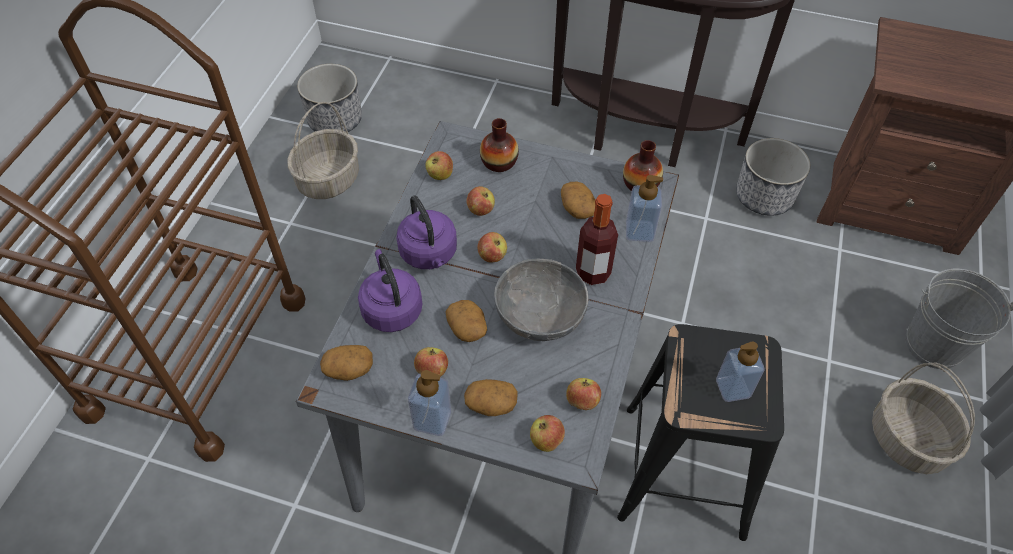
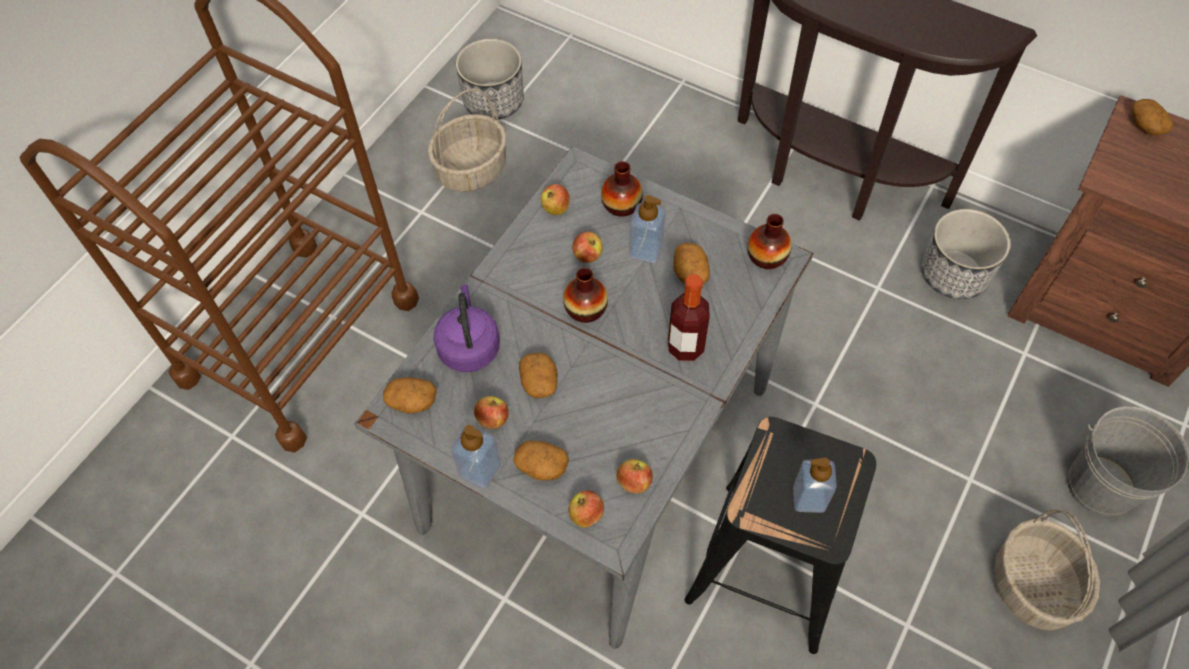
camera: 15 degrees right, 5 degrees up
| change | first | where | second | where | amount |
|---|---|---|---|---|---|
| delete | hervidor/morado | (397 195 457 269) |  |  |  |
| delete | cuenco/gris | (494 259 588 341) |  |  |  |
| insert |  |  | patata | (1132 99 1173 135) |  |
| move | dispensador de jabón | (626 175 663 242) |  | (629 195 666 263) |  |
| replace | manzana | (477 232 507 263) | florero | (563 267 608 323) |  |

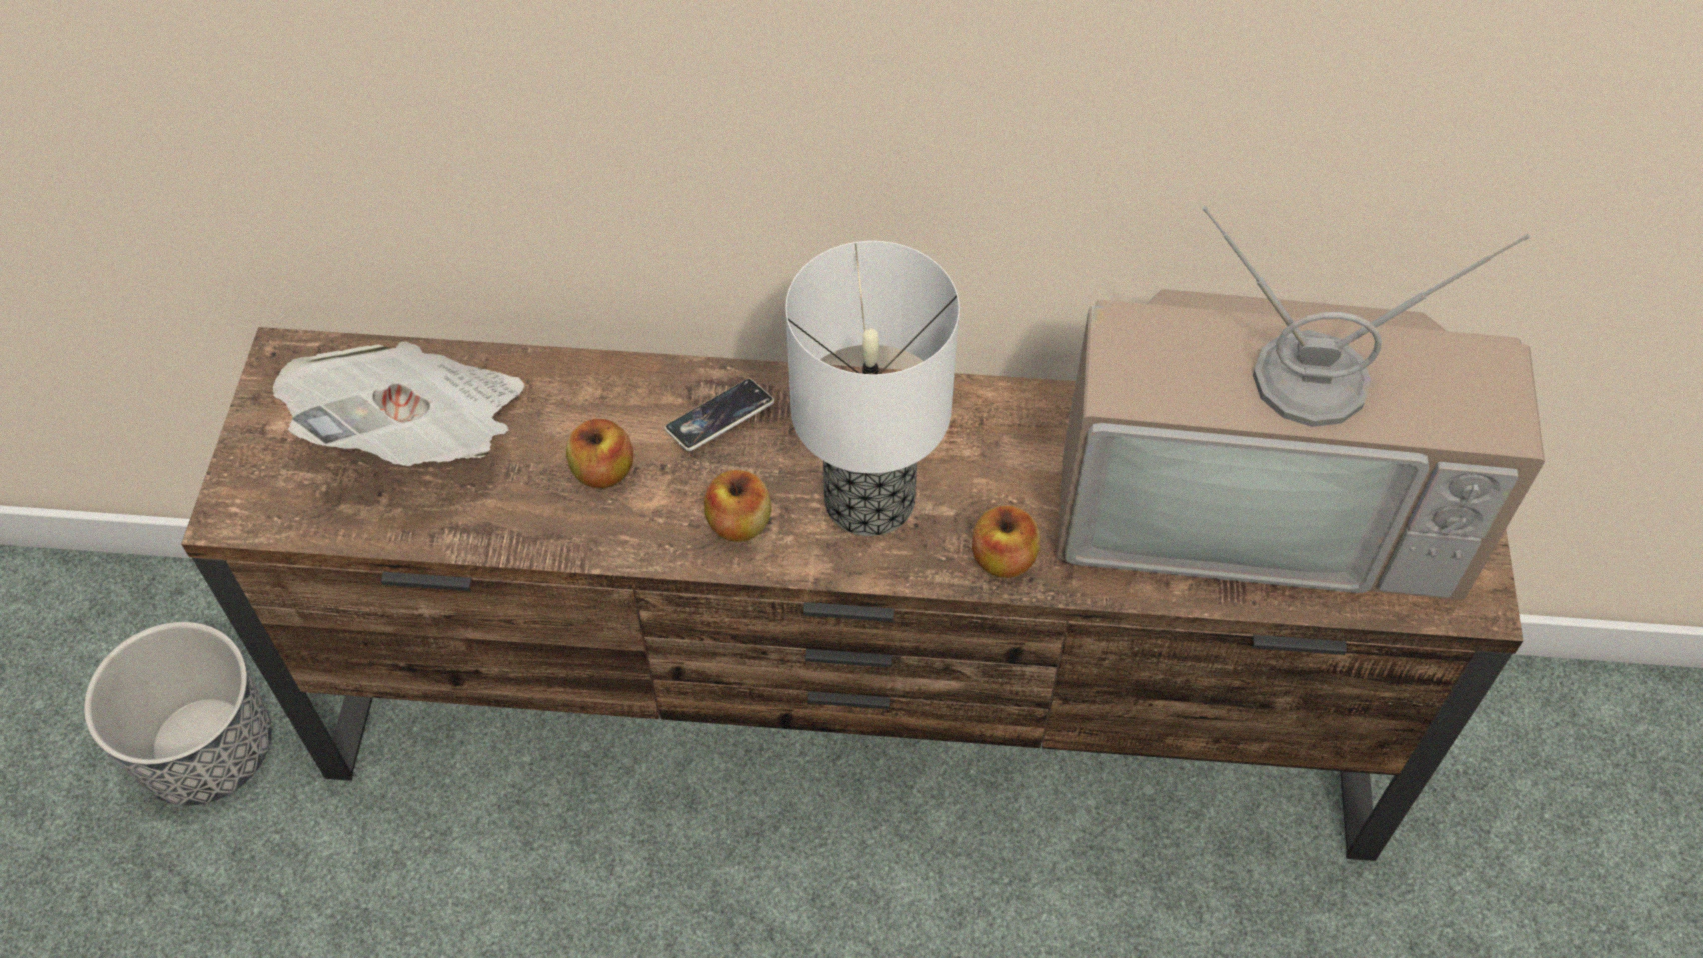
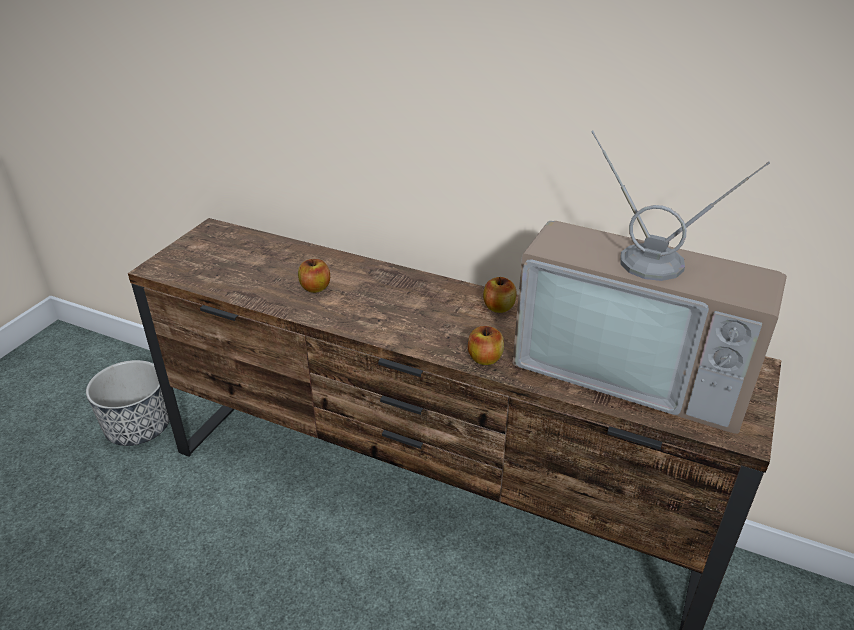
camera: 20 degrees right, 20 degrees down
| change | first | where | second | where | amount |
|---|---|---|---|---|---|
| delete | periódico | (272 341 524 466) |  |  |  |
| delete | móvil | (665 379 774 451) |  |  |  |
| delete | lámpara de mesa | (786 241 960 536) |  |  |  |
| move | manzana | (704 470 772 542) |  | (483 277 517 313) |  |

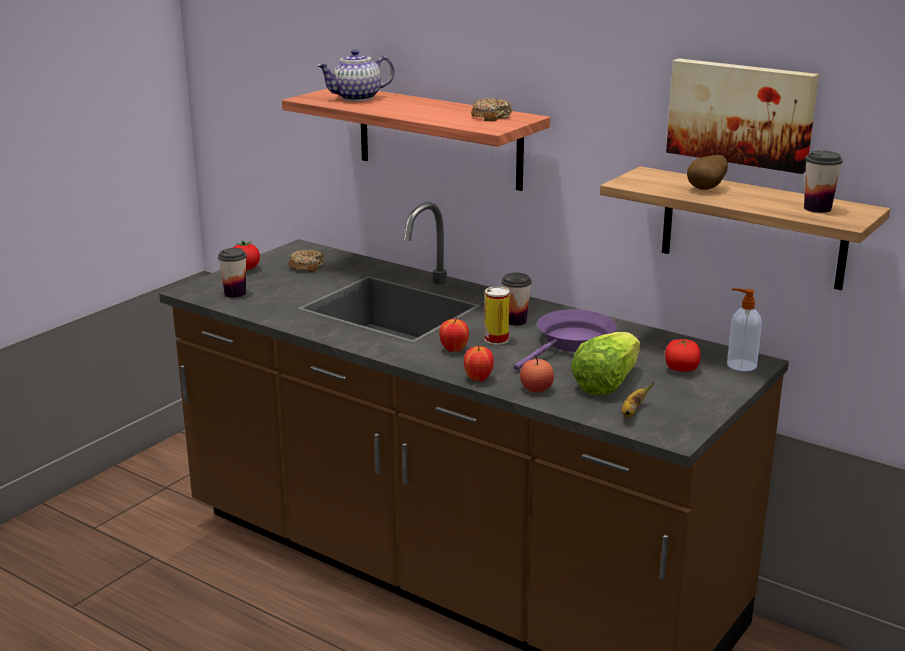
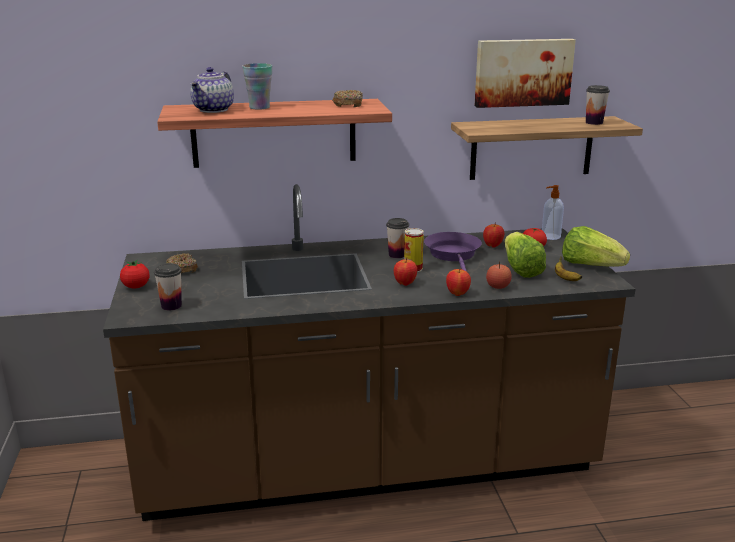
camera: 45 degrees left, 0 degrees up
| change | first | where | second | where | amount |
|---|---|---|---|---|---|
| delete | patata | (687 155 728 190) |  |  |  |
| insert |  |  | taza | (242 63 272 110) |  |
| insert |  |  | manzana | (483 222 504 248) |  |
| insert |  |  | lechuga | (562 226 630 267) |  |

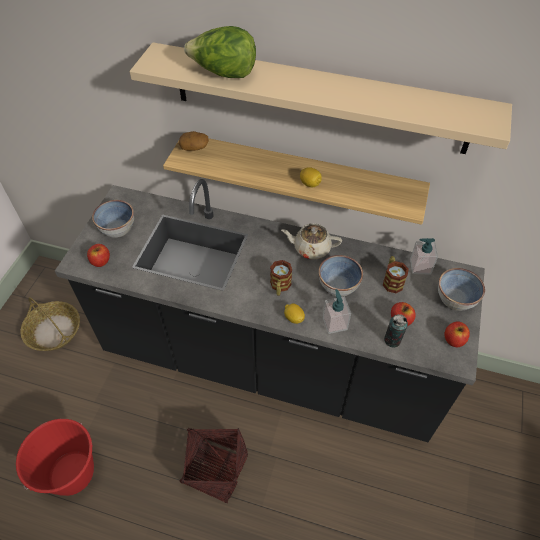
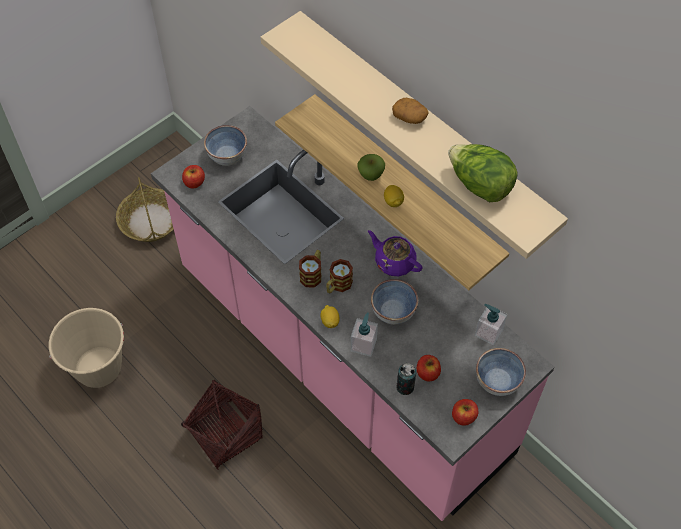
camera: 30 degrees right, 5 degrees up
| change | first | where | second | where | amount |
|---|---|---|---|---|---|
| insert |  |  | manzana | (358 154 385 181) |  |
| move | patata | (179 131 209 151) |  | (392 98 429 124) |  |
| move | lechuga | (184 26 256 78) |  | (448 144 518 202) |  |
| move | taza grande | (383 256 409 293) |  | (299 250 321 287) |  |
| recolor | cubo/rojo | (16 419 94 496) | cubo/beis | (49 308 124 388) |  |
| recolor | mueble bajo de cocina/negro | (55 179 485 442) | mueble bajo de cocina/rosa | (151 106 555 521) |  |
| recolor | tetera/beis | (281 223 342 259) | tetera/morado | (368 230 423 276) |  |

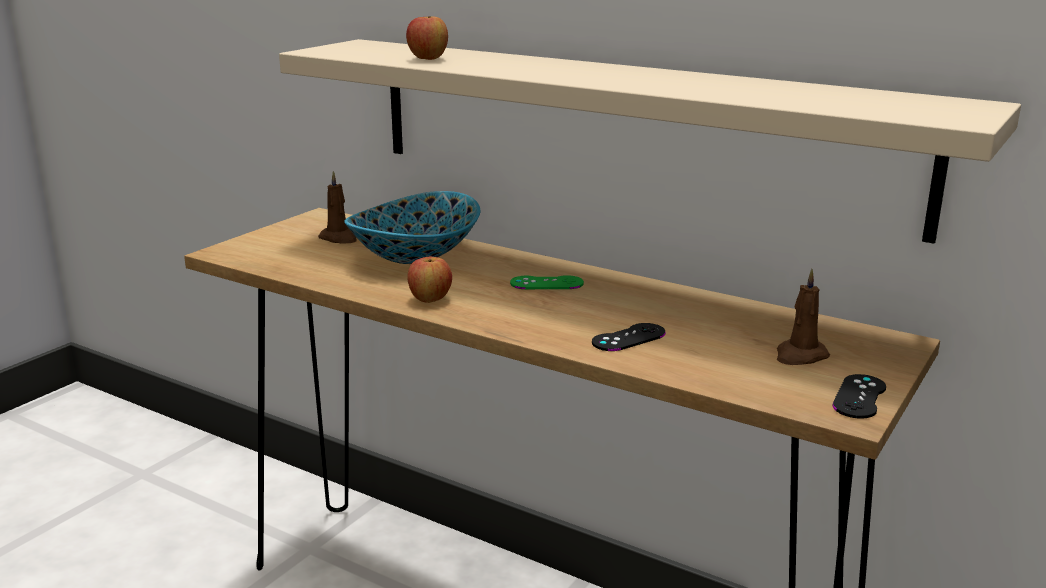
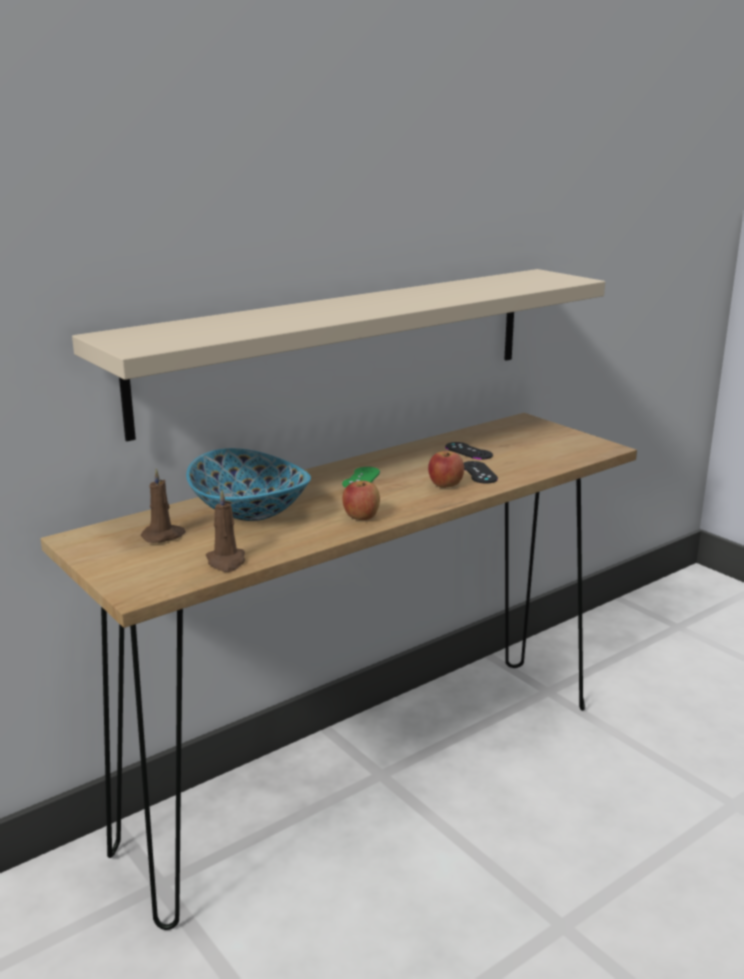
camera: 70 degrees left, 0 degrees up
| change | first | where | second | where | amount |
|---|---|---|---|---|---|
| move | manzana | (406 16 448 60) |  | (428 451 464 488) |  |
| move | vela/marrón | (777 269 830 365) |  | (206 490 245 572) |  |
| move | mando de consola/negro | (833 374 886 419) |  | (445 442 493 460) |  |

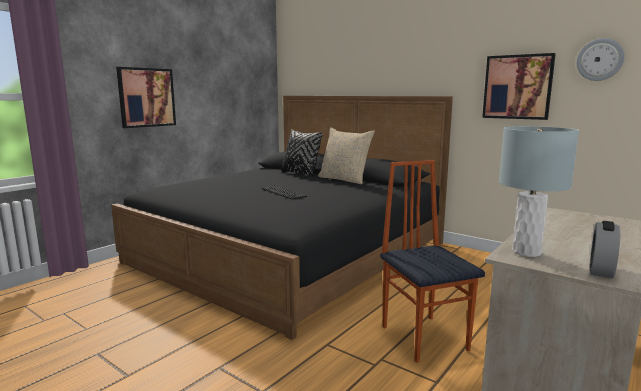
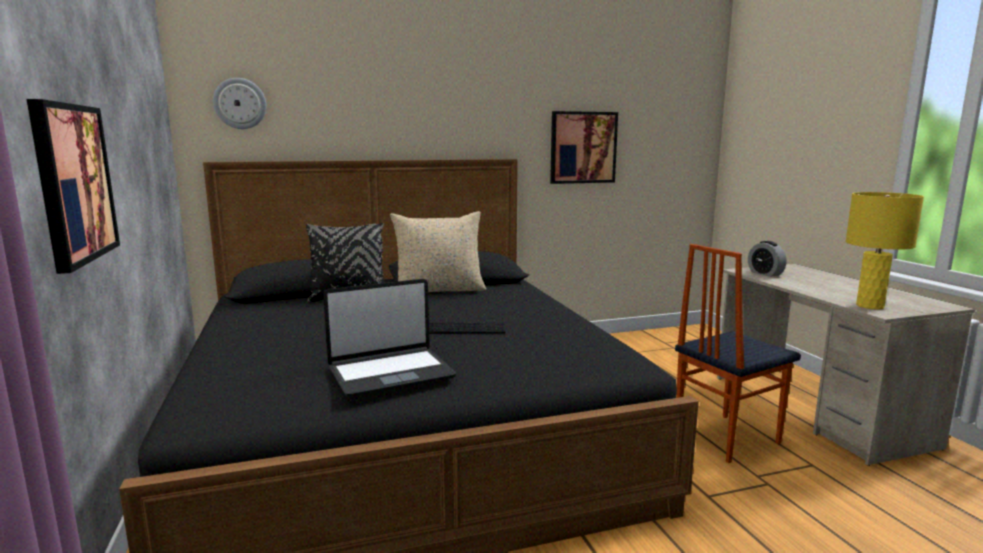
camera: 55 degrees left, 0 degrees up
| change | first | where | second | where | amount |
|---|---|---|---|---|---|
| insert |  |  | portátil | (323 279 456 397) |  |
| move | reloj de pared | (576 38 625 81) |  | (213 78 266 129) |  |
| move | despertador | (590 221 620 279) |  | (748 241 786 277) |  |
| recolor | lámpara de mesa/gris | (499 126 579 257) | lámpara de mesa/amarillo | (845 192 924 310) |  |
| rotate | silla | (380 160 485 363) |  | (675 244 801 463) | 45 degrees counterclockwise |

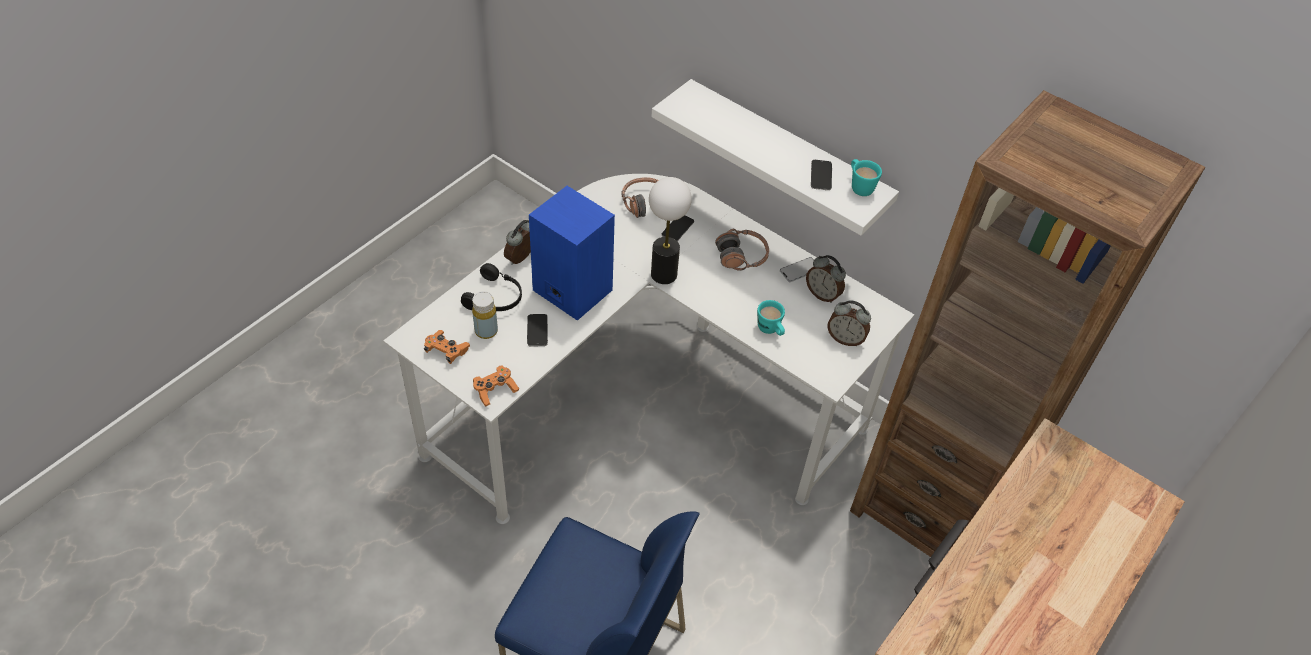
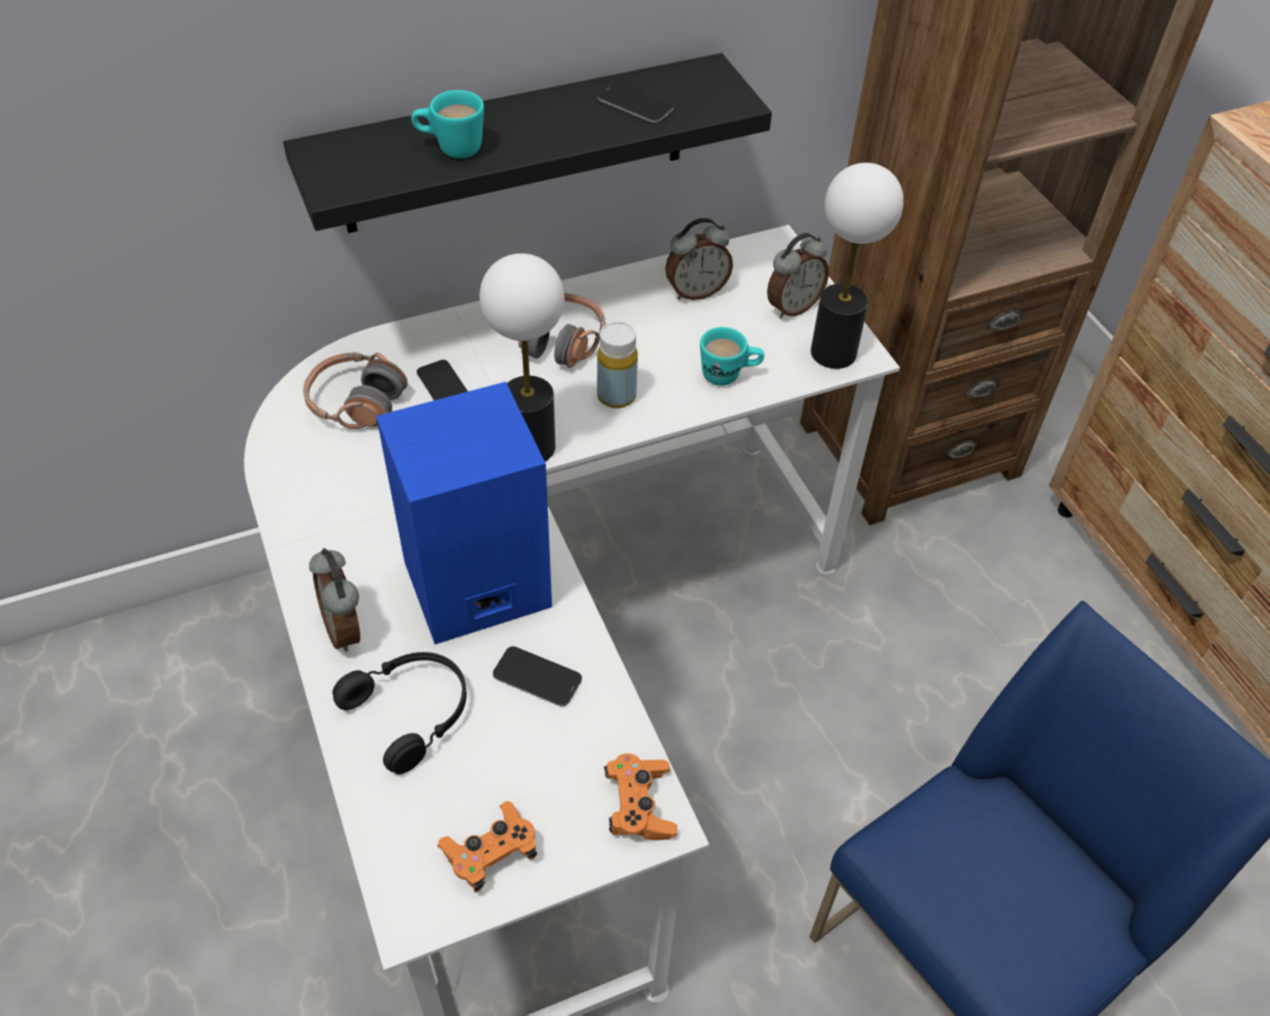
camera: 60 degrees left, 0 degrees up
| change | first | where | second | where | amount |
|---|---|---|---|---|---|
| delete | móvil | (780 257 814 282) |  |  |  |
| insert |  |  | lámpara de mesa | (811 163 904 369) |  |
| move | botella/amarillo | (472 291 498 339) |  | (597 322 638 408) |  |
| move | taza grande/turquesa | (851 159 882 196) |  | (411 90 484 158) |  |
| recolor | estante/blanco | (651 79 899 236) | estante/negro | (283 53 772 233) |  |

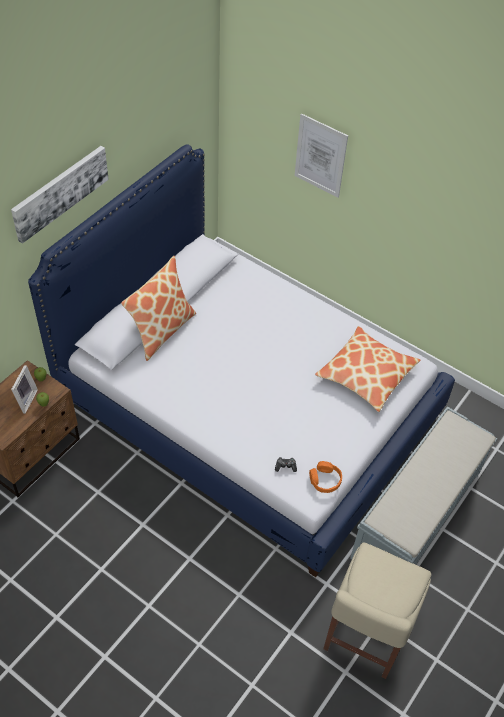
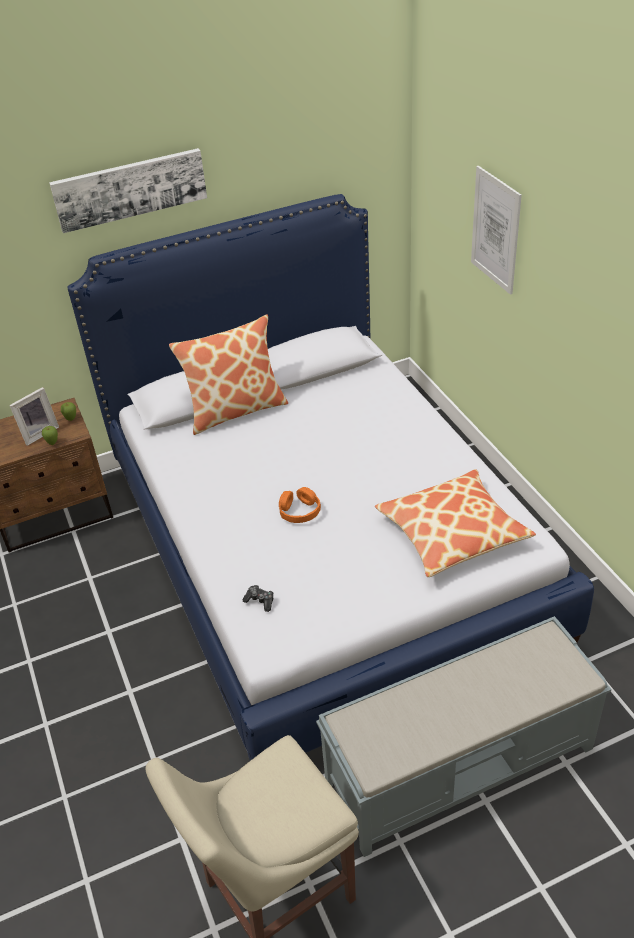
camera: 35 degrees right, 10 degrees down
| change | first | where | second | where | amount |
|---|---|---|---|---|---|
| move | auriculares/naranja | (309 461 342 493) |  | (279 487 321 523) |  |

